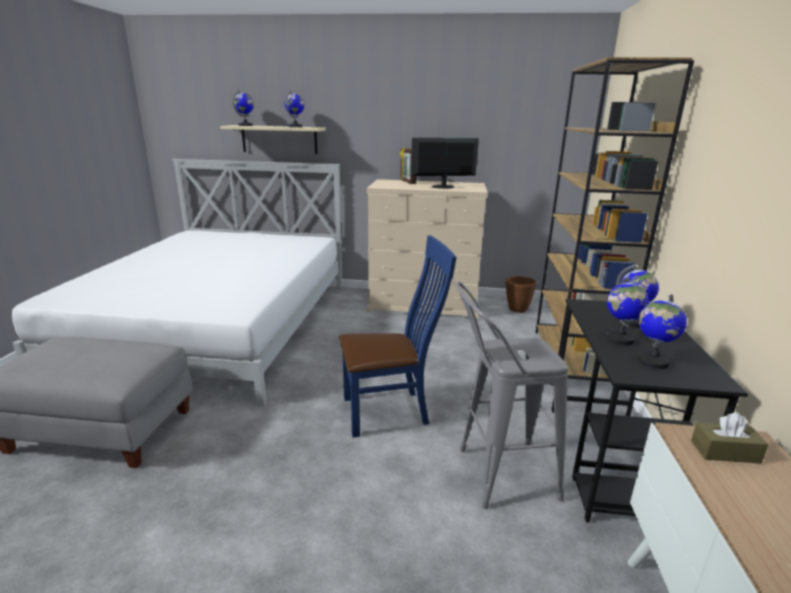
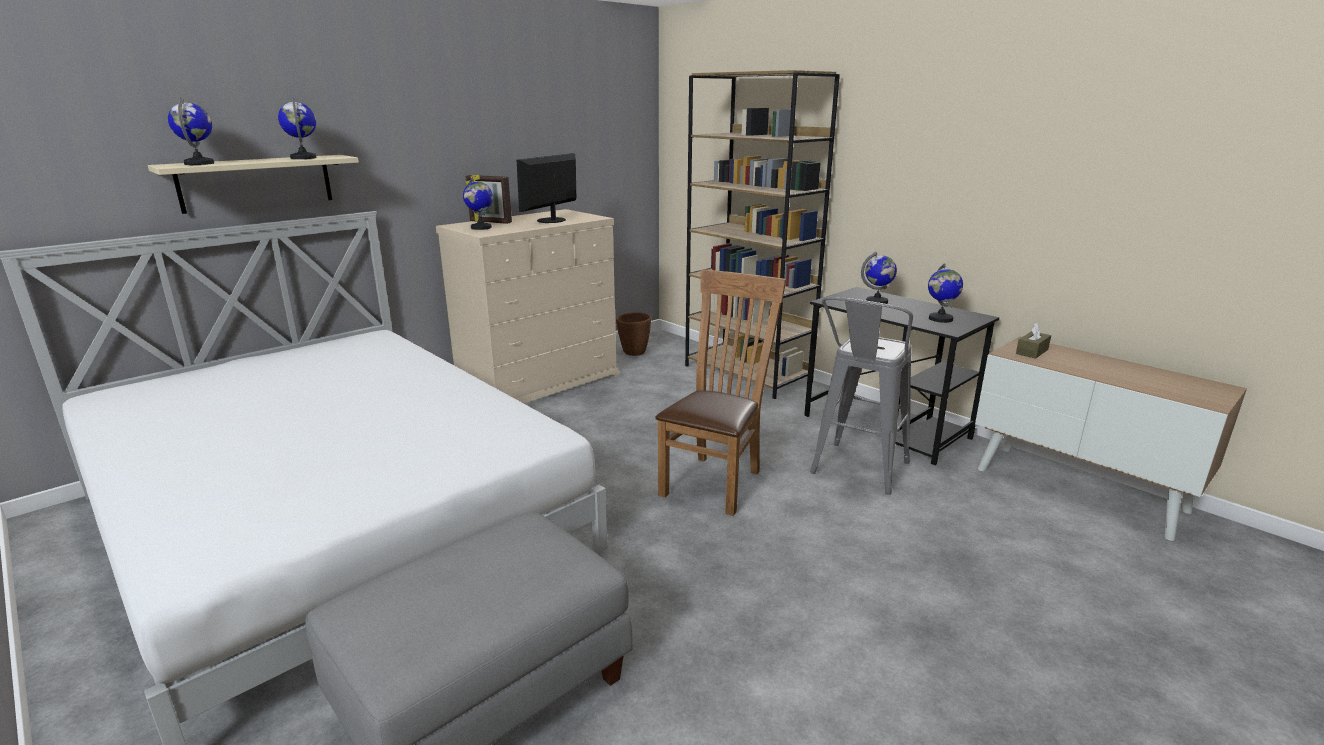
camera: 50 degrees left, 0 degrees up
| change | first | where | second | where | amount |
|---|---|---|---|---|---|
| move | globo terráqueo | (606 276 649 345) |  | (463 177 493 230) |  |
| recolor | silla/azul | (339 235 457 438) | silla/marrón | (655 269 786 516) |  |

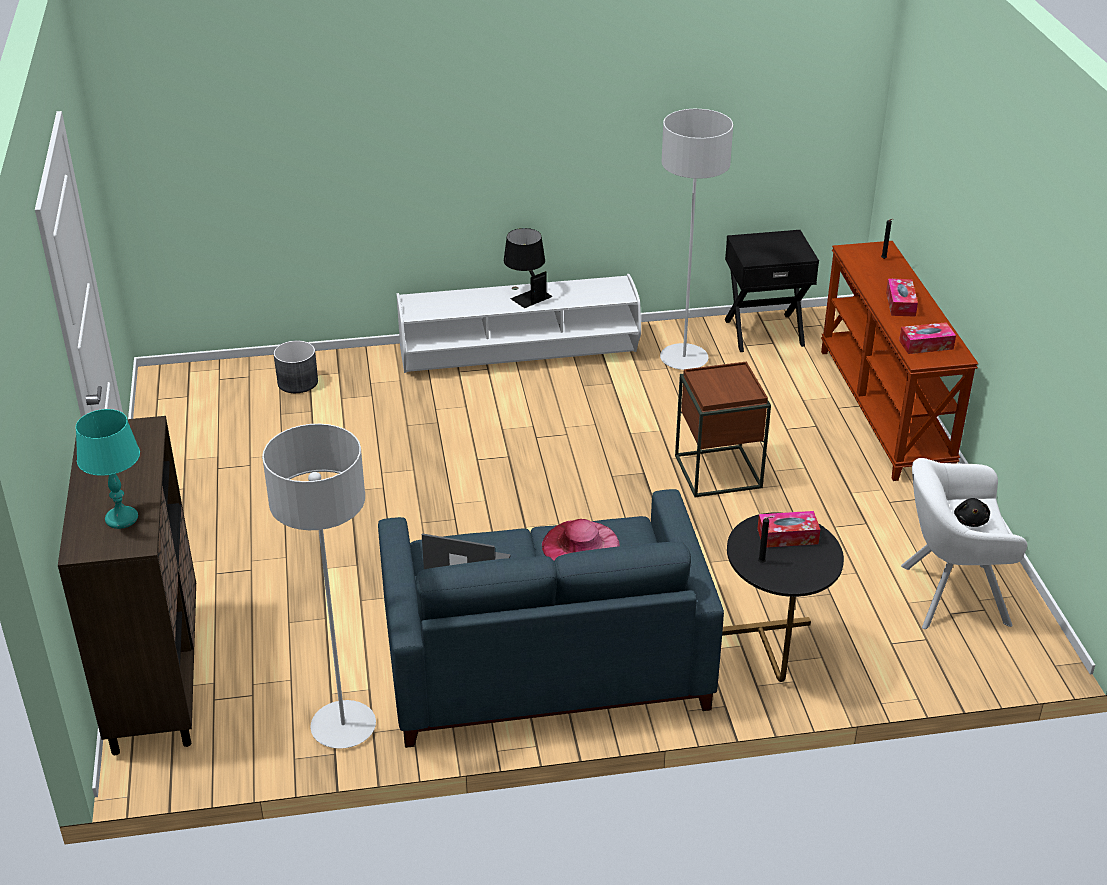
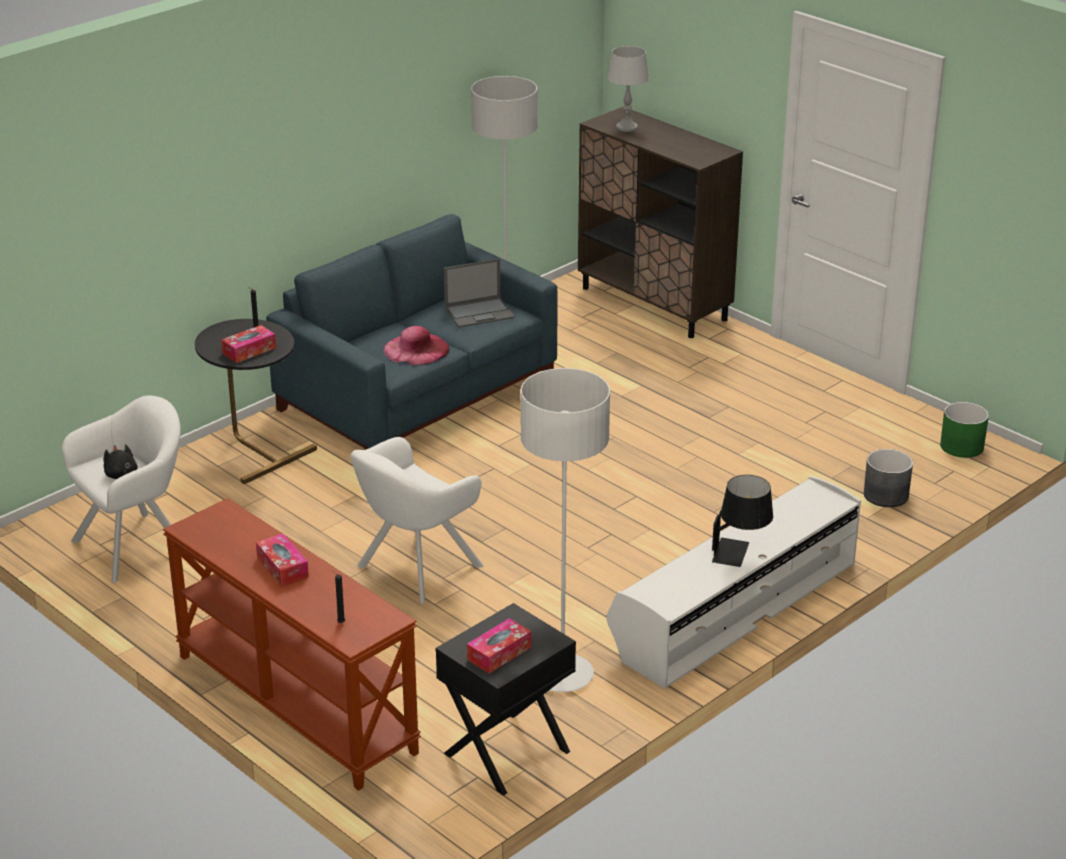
camera: 145 degrees right, 5 degrees down
| change | first | where | second | where | amount |
|---|---|---|---|---|---|
| insert |  |  | maceta/verde | (940 402 989 458) |  |
| move | caja de pañuelos | (899 322 956 354) |  | (467 618 531 674) |  |
| replace | mesa auxiliar/marrón | (675 361 771 497) | sillón/blanco | (350 437 483 604) |  |
| recolor | lámpara de mesa/turquesa | (76 409 140 529) | lámpara de mesa/gris | (608 46 649 132) |  |

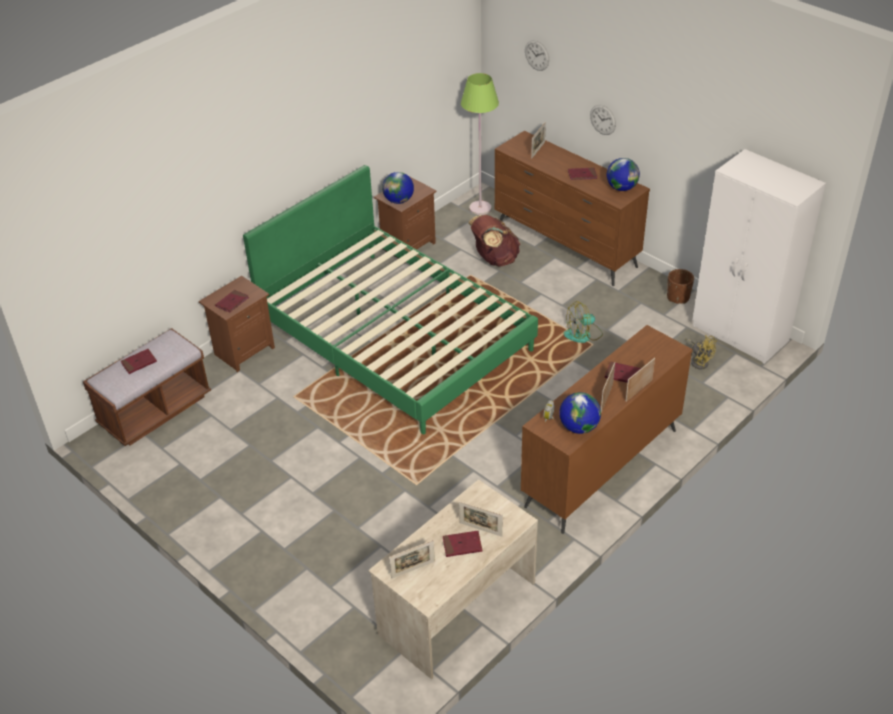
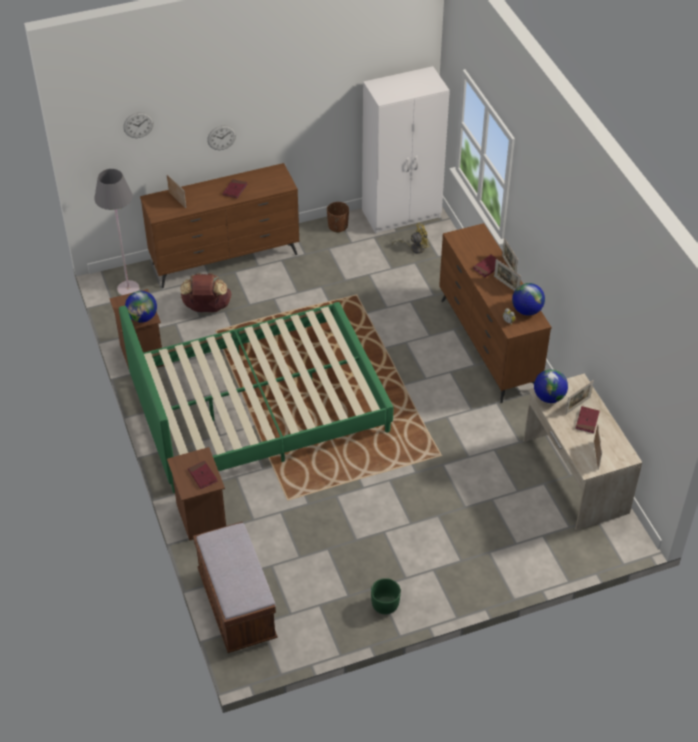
camera: 65 degrees left, 5 degrees up
| change | first | where | second | where | amount |
|---|---|---|---|---|---|
| delete | libro/rojo | (121 349 157 374) |  |  |  |
| delete | ventilador | (564 301 603 343) |  |  |  |
| insert |  |  | maceta/verde | (371 578 401 615) |  |
| move | globo terráqueo | (607 158 640 191) |  | (534 369 568 403) |  |
| recolor | lámpara de pie/verde | (461 73 499 215) | lámpara de pie/gris | (94 169 140 296) |  |

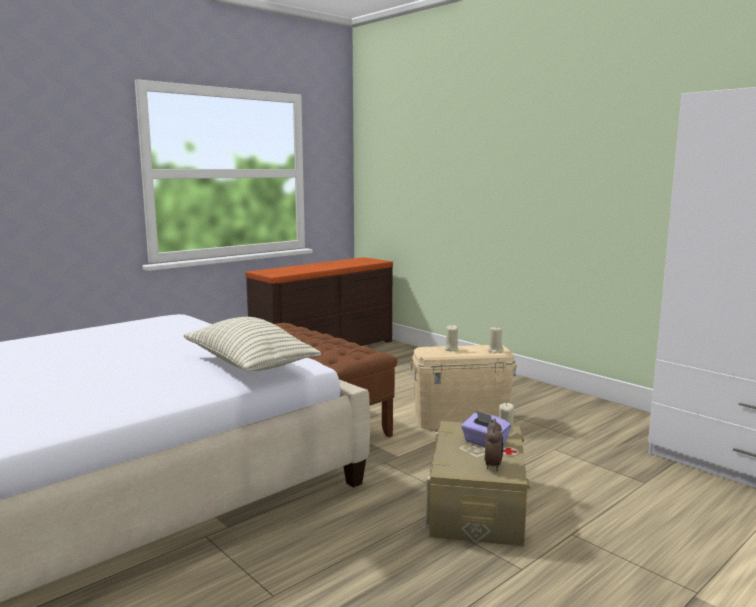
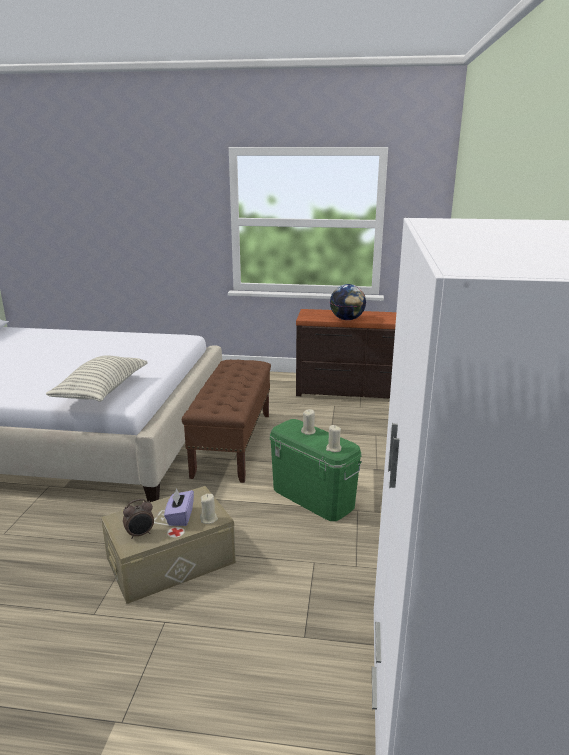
camera: 50 degrees right, 10 degrees up
| change | first | where | second | where | amount |
|---|---|---|---|---|---|
| insert |  |  | globo terráqueo | (330 284 366 320) |  |
| recolor | caja de almacenaje/beis | (410 345 517 430) | caja de almacenaje/verde | (270 419 362 521) |  |

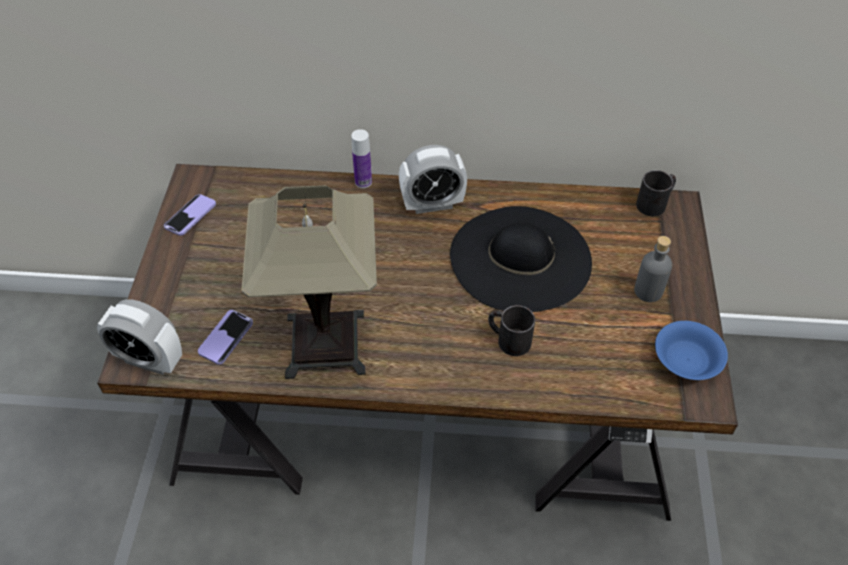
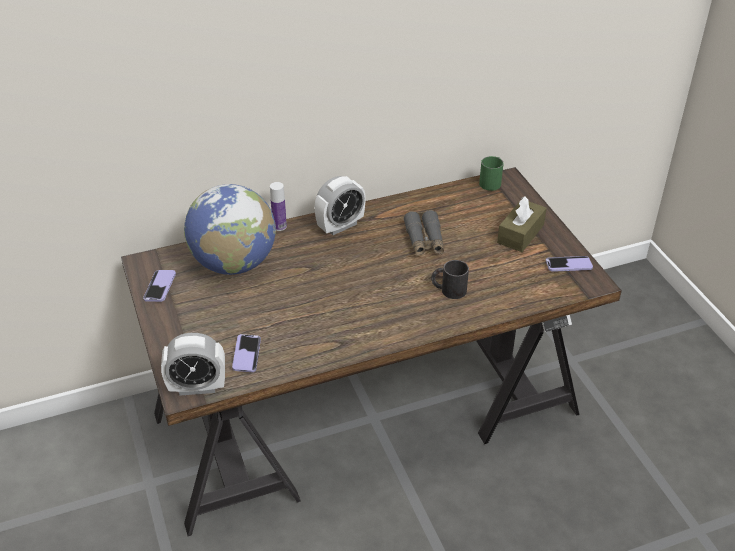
camera: 25 degrees left, 10 degrees down
| change | first | where | second | where | amount |
|---|---|---|---|---|---|
| delete | lámpara de mesa | (241 185 377 379) |  |  |  |
| insert |  |  | globo terráqueo | (184 184 276 275) |  |
| replace | sombrero/negro | (450 206 592 312) | prismáticos/gris | (403 210 444 256) |  |
| replace | botella/gris | (634 236 672 302) | caja de pañuelos/marrón | (497 197 547 252) |  |
| replace | cuenco/azul | (655 321 728 380) | móvil | (546 256 593 272) |  |
| recolor | taza grande/negro | (636 170 676 216) | taza grande/verde | (479 156 504 191) |  |

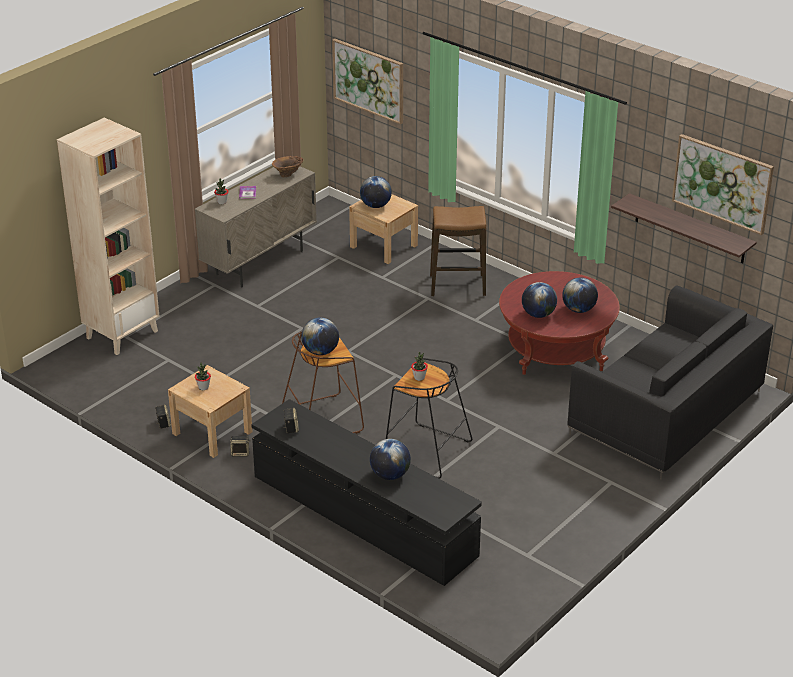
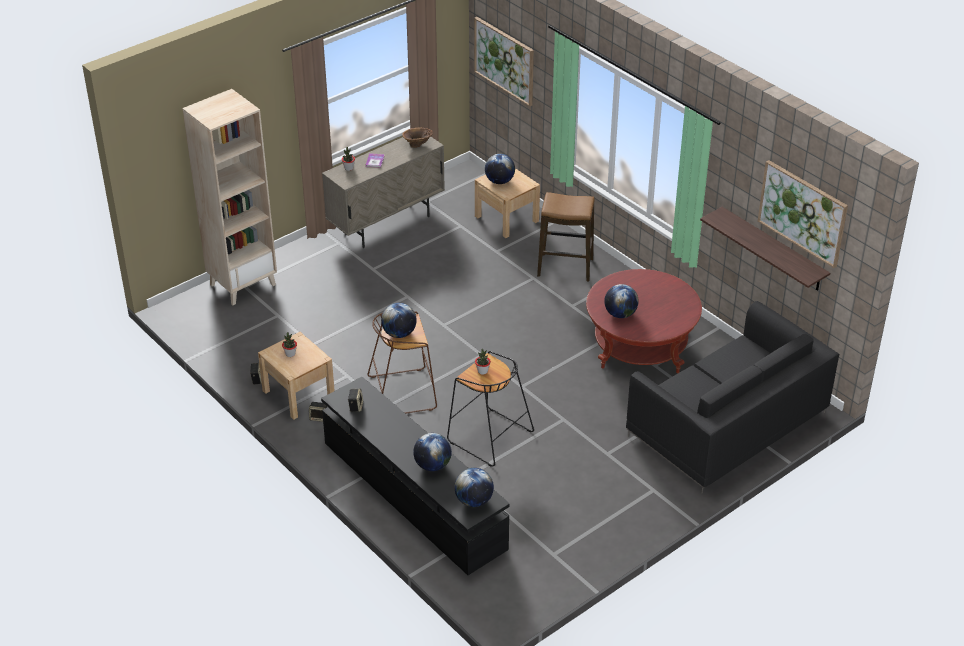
camera: 10 degrees right, 5 degrees up
| change | first | where | second | where | amount |
|---|---|---|---|---|---|
| move | globo terráqueo | (562 278 598 313) |  | (455 468 494 507) |  |

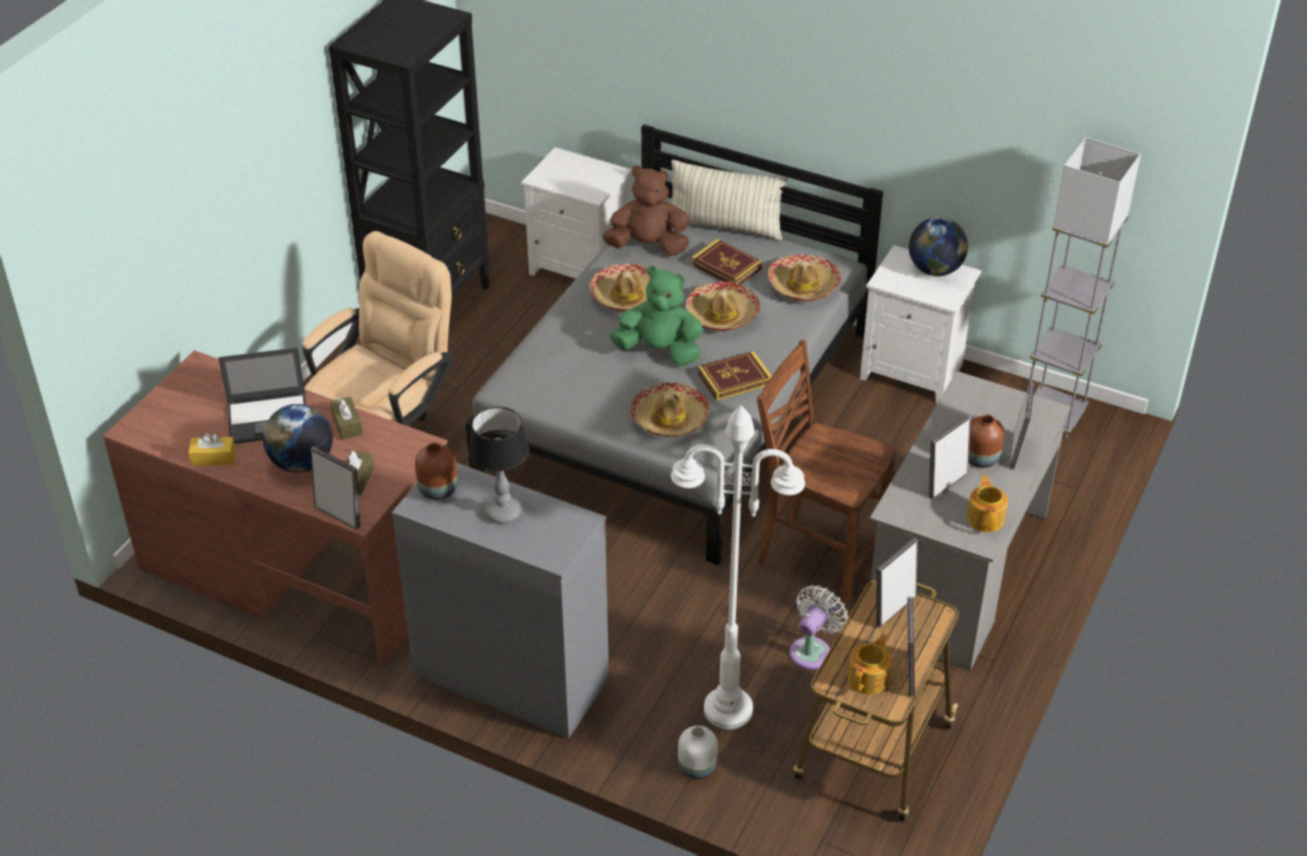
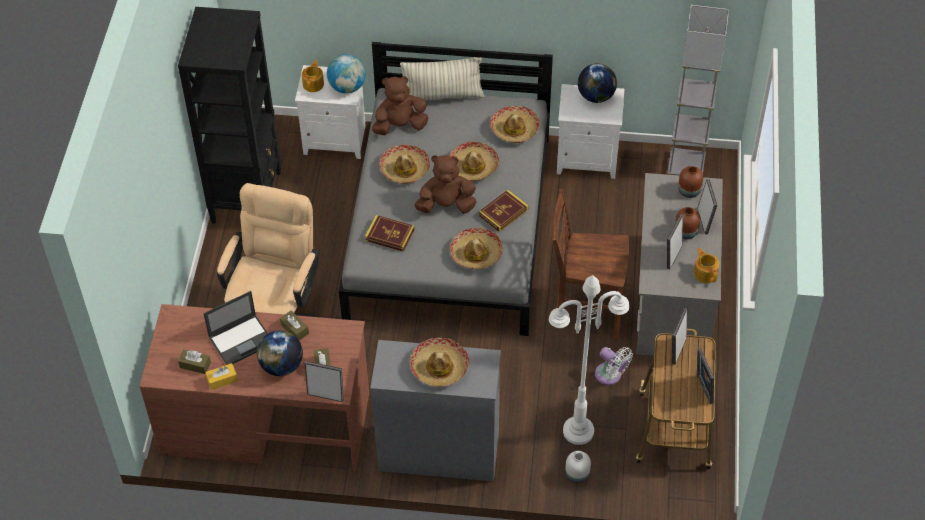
camera: 20 degrees left, 10 degrees up
| change | first | where | second | where | amount |
|---|---|---|---|---|---|
| insert |  |  | caja de pañuelos/marrón | (178 350 211 374) |  |
| insert |  |  | globo terráqueo | (327 54 366 94) |  |
| move | florero/marrón | (415 443 458 500) |  | (678 166 703 198) |  |
| move | libro | (691 239 762 285) |  | (365 215 415 252) |  |
| move | tetera | (848 634 892 694) |  | (302 60 324 92) |  |
| replace | lámpara de mesa | (468 407 529 524) | sombrero | (410 338 469 387) |  |
| recolor | peluche/verde | (610 266 703 366) | peluche/marrón | (415 155 476 214) |  |
| rotate | ventilador/blanco | (789 585 848 670) |  | (595 347 633 385) | 120 degrees clockwise |

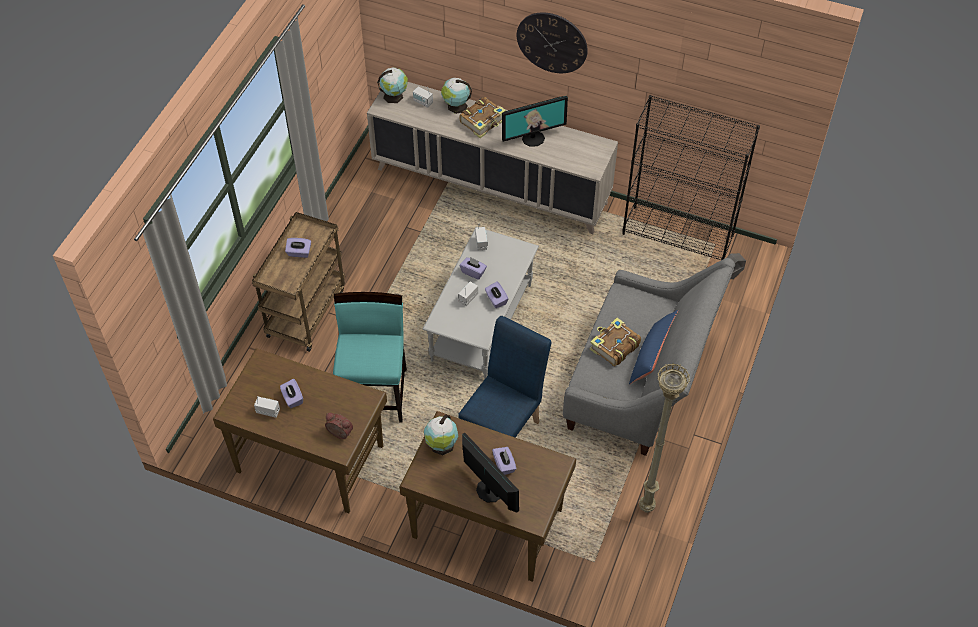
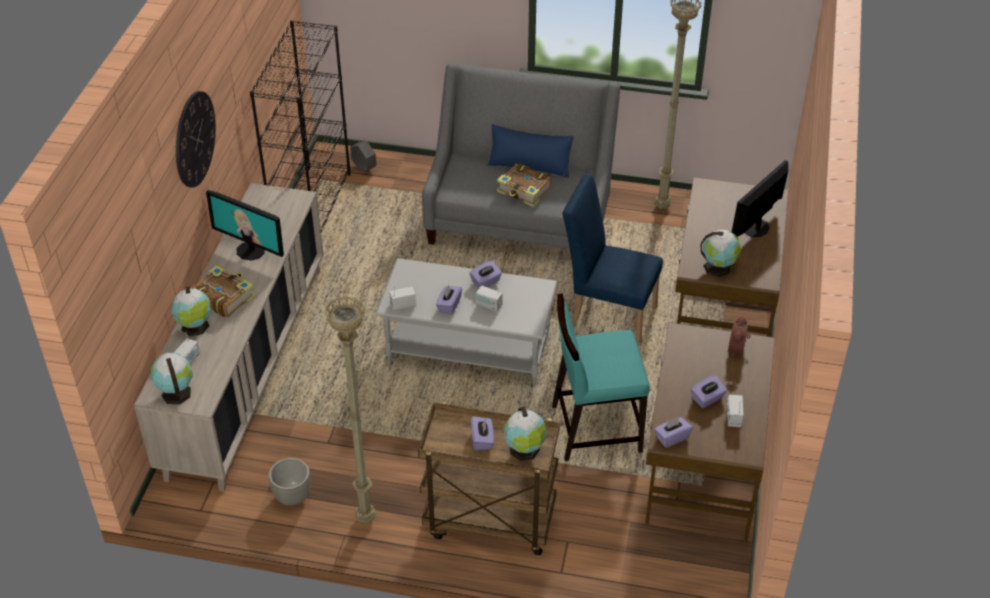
camera: 100 degrees left, 10 degrees down
| change | first | where | second | where | amount |
|---|---|---|---|---|---|
| insert |  |  | maceta/gris | (269 458 310 505) |  |
| insert |  |  | lámpara de pie/beis | (325 296 376 524) |  |
| insert |  |  | globo terráqueo | (504 407 547 461) |  |
| move | caja de pañuelos/morado | (492 447 517 475) |  | (654 416 693 448) |  |
| rotate | monitor | (502 96 568 147) |  | (206 190 284 260) | 150 degrees clockwise |

